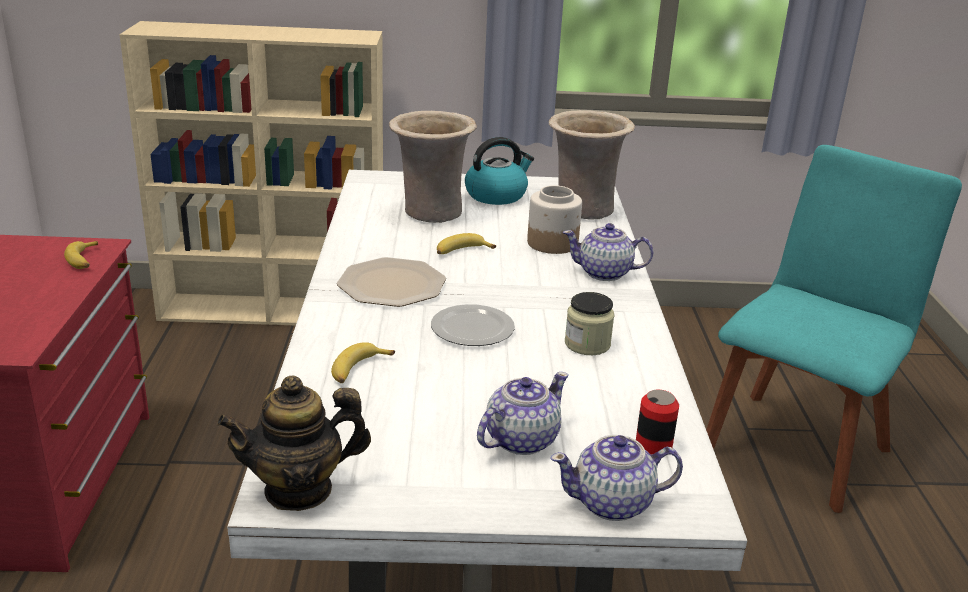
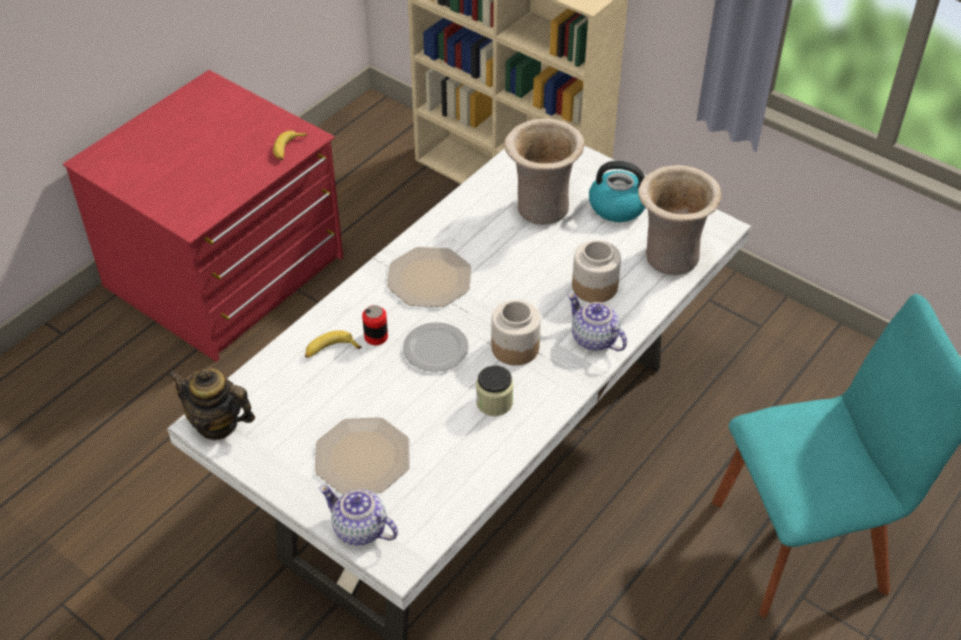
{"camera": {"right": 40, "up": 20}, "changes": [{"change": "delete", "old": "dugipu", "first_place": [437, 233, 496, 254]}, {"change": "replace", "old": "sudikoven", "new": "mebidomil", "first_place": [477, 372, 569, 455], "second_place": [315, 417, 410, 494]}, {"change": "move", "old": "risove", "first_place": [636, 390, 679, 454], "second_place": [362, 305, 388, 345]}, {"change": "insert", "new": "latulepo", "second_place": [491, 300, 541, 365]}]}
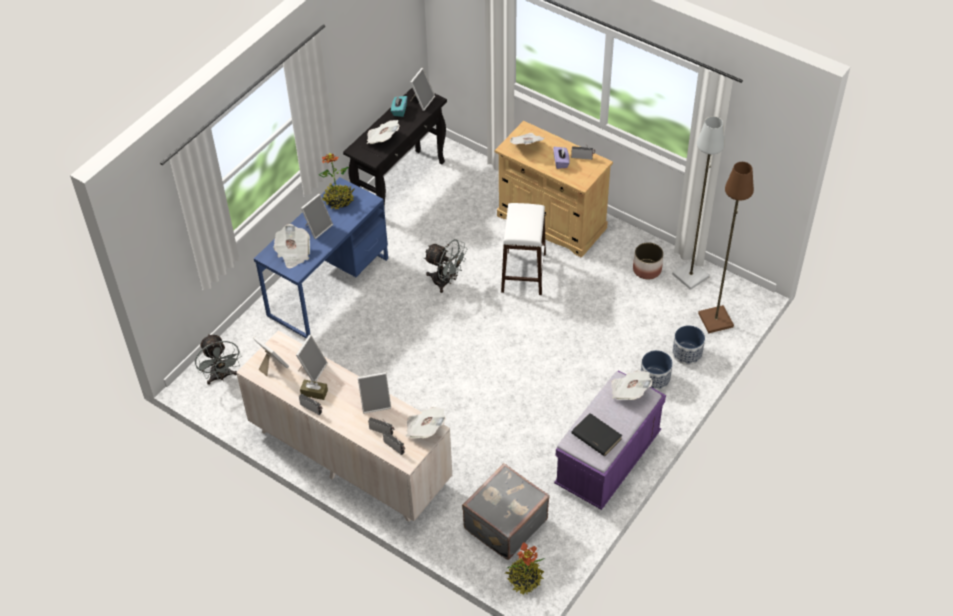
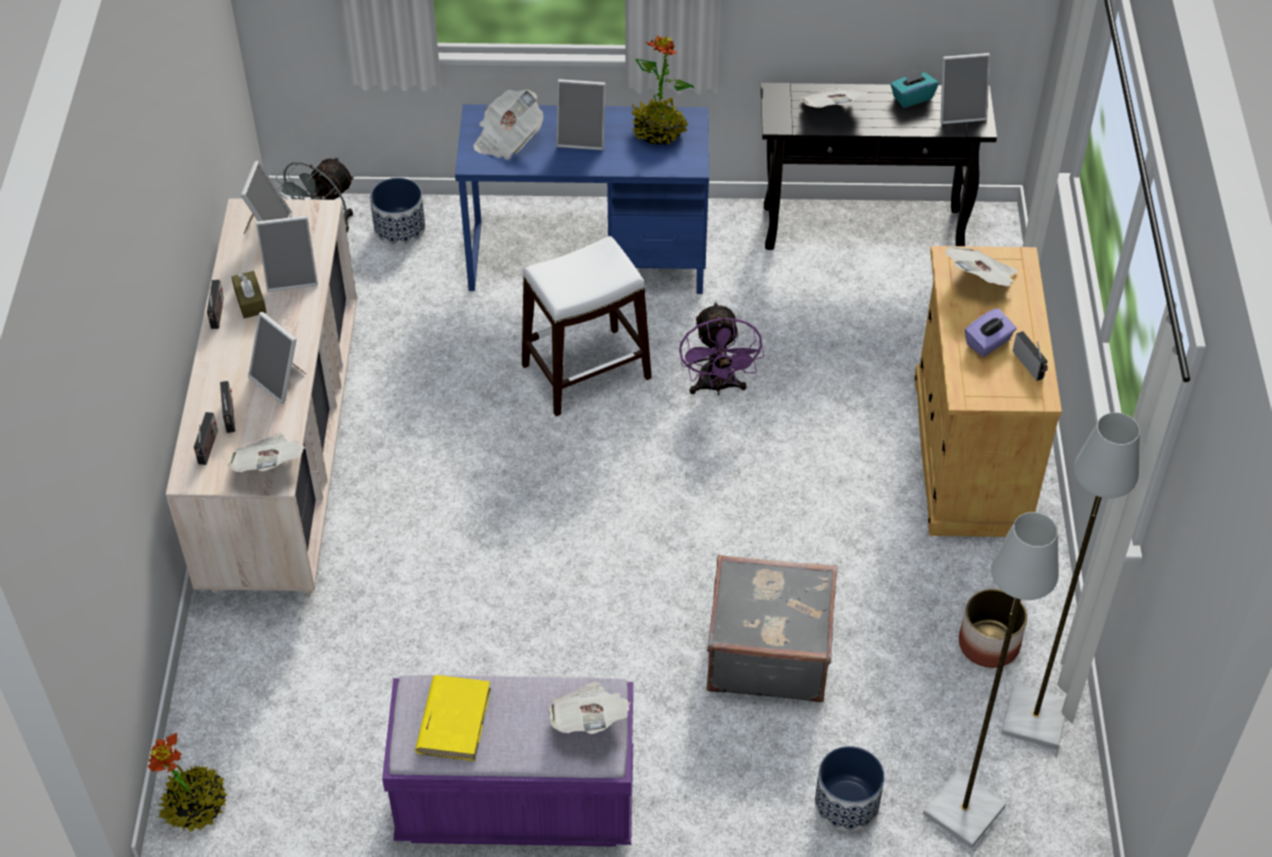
{"camera": {"right": 55, "up": 0}, "changes": [{"change": "recolor", "old": "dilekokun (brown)", "new": "dilekokun (grey)", "first_place": [698, 162, 754, 333], "second_place": [923, 512, 1059, 848]}, {"change": "move", "old": "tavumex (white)", "first_place": [501, 203, 546, 295], "second_place": [522, 236, 652, 416]}, {"change": "recolor", "old": "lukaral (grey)", "new": "lukaral (purple)", "first_place": [424, 239, 467, 293], "second_place": [679, 302, 764, 395]}, {"change": "move", "old": "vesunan", "first_place": [641, 350, 673, 390], "second_place": [370, 178, 425, 246]}, {"change": "recolor", "old": "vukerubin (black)", "new": "vukerubin (yellow)", "first_place": [571, 413, 622, 456], "second_place": [415, 675, 491, 761]}, {"change": "move", "old": "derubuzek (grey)", "first_place": [462, 463, 550, 560], "second_place": [707, 555, 837, 702]}]}
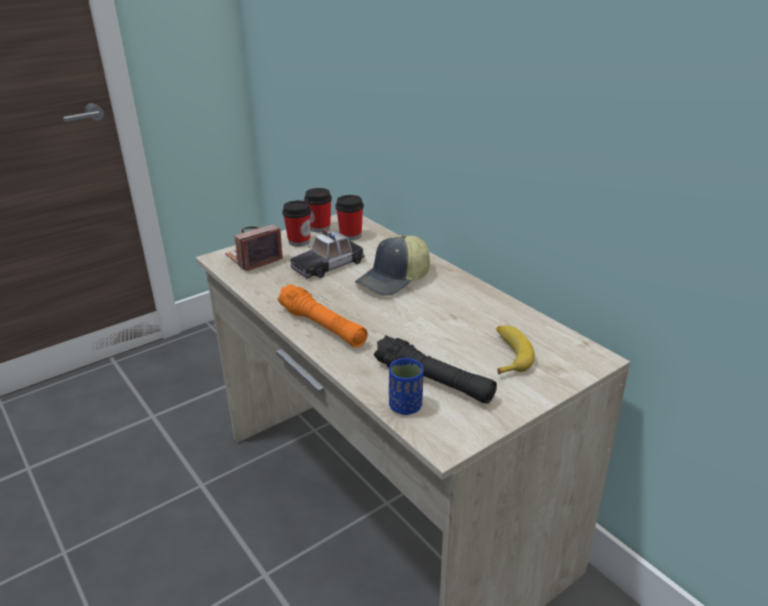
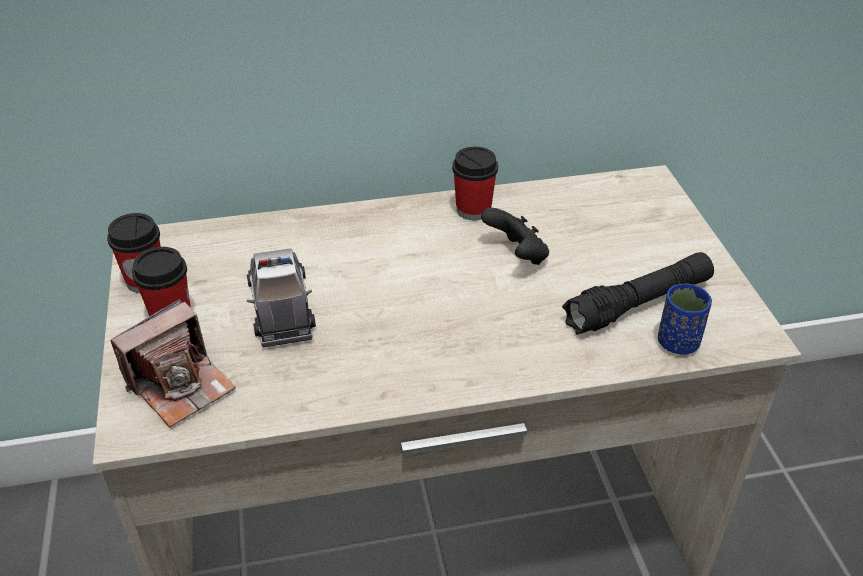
{"camera": {"right": -65, "up": 10}, "changes": [{"change": "move", "old": "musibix", "first_place": [335, 195, 364, 240], "second_place": [452, 146, 498, 221]}, {"change": "rotate", "old": "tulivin", "first_place": [225, 224, 283, 271], "second_place": [110, 299, 236, 427], "degrees": -120}, {"change": "delete", "old": "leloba", "first_place": [355, 235, 430, 296]}, {"change": "delete", "old": "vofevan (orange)", "first_place": [277, 284, 368, 348]}, {"change": "delete", "old": "dugipu", "first_place": [496, 326, 535, 375]}, {"change": "insert", "new": "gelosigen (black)", "second_place": [481, 208, 549, 265]}]}
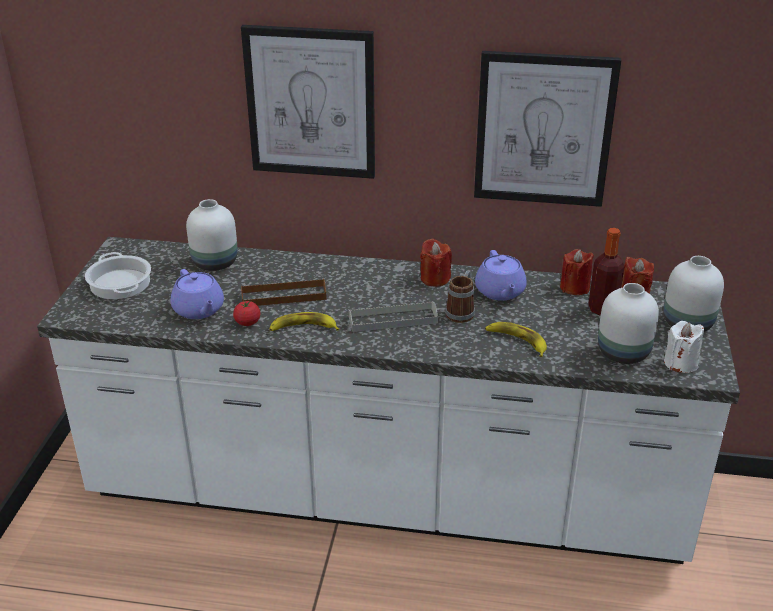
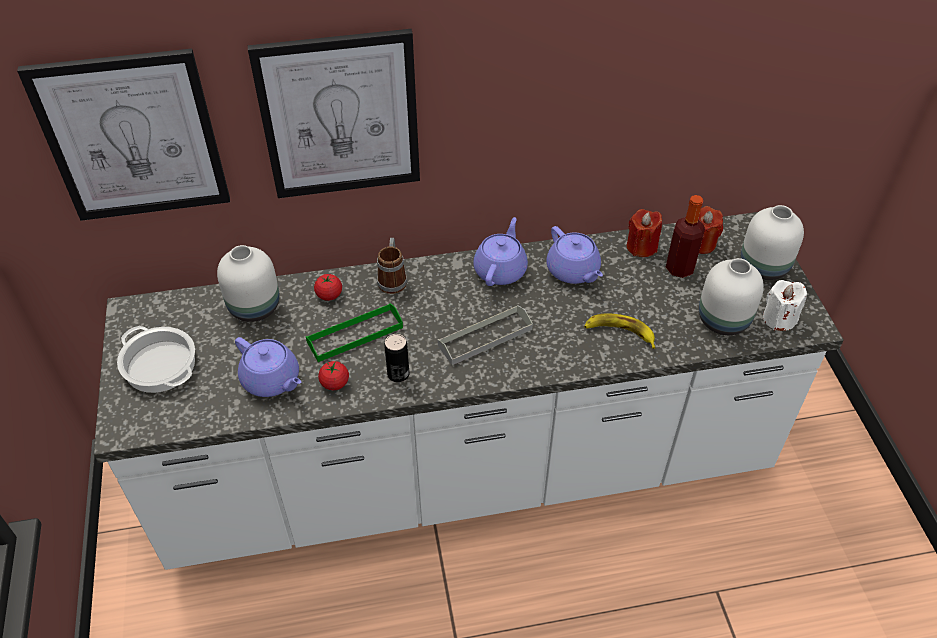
{"camera": {"right": -20, "up": 15}, "changes": [{"change": "move", "old": "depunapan", "first_place": [474, 51, 621, 207], "second_place": [17, 49, 230, 221]}, {"change": "replace", "old": "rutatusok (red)", "new": "sudikoven (purple)", "first_place": [420, 239, 452, 287], "second_place": [473, 217, 528, 286]}, {"change": "move", "old": "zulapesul", "first_place": [445, 270, 475, 323], "second_place": [377, 238, 407, 294]}, {"change": "recolor", "old": "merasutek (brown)", "new": "merasutek (green)", "first_place": [241, 279, 327, 306], "second_place": [306, 303, 403, 362]}, {"change": "replace", "old": "dugipu", "new": "risove", "first_place": [269, 312, 339, 331], "second_place": [384, 334, 409, 382]}, {"change": "insert", "new": "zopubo", "second_place": [314, 274, 342, 301]}]}
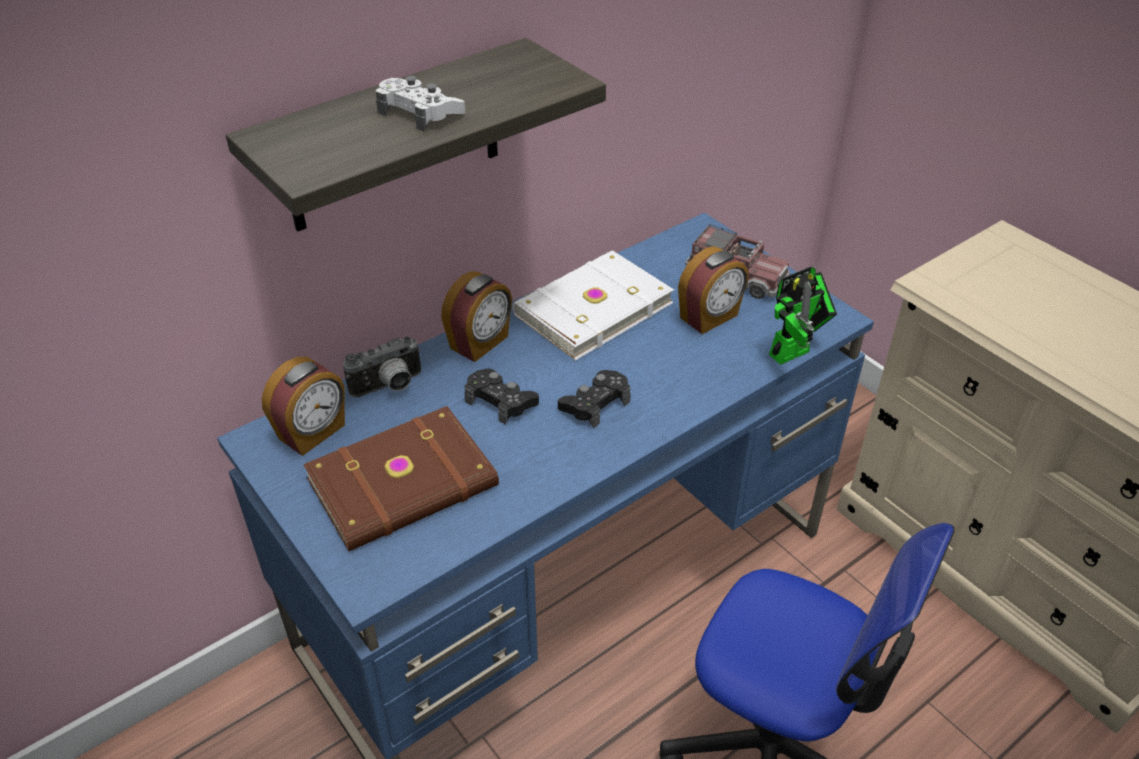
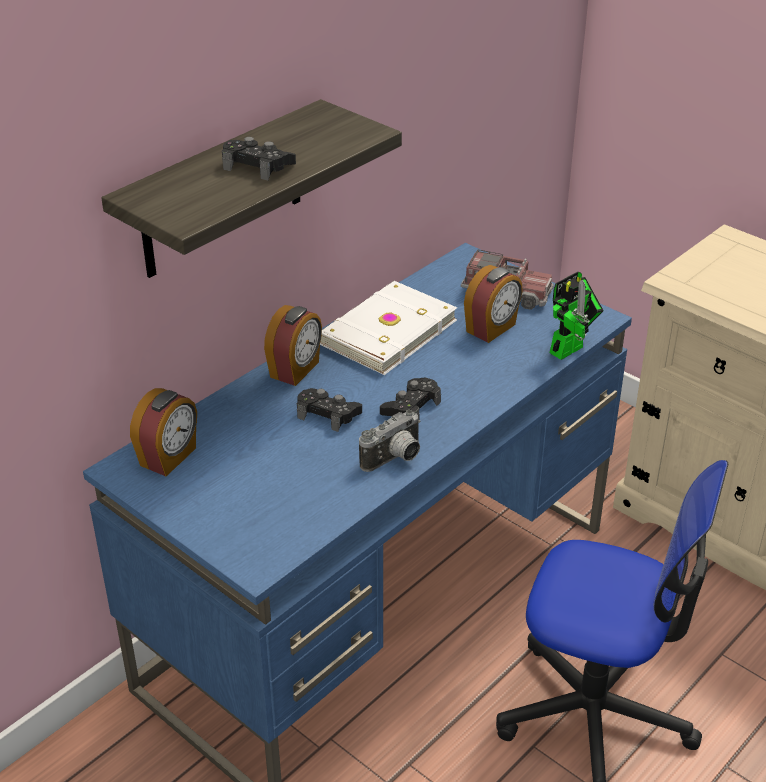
{"camera": {"right": -10, "up": -5}, "changes": [{"change": "recolor", "old": "gelosigen (white)", "new": "gelosigen (black)", "first_place": [376, 75, 465, 131], "second_place": [222, 137, 296, 180]}, {"change": "move", "old": "tulivin", "first_place": [343, 336, 421, 397], "second_place": [359, 410, 421, 472]}, {"change": "delete", "old": "vukerubin (brown)", "first_place": [304, 406, 499, 551]}]}
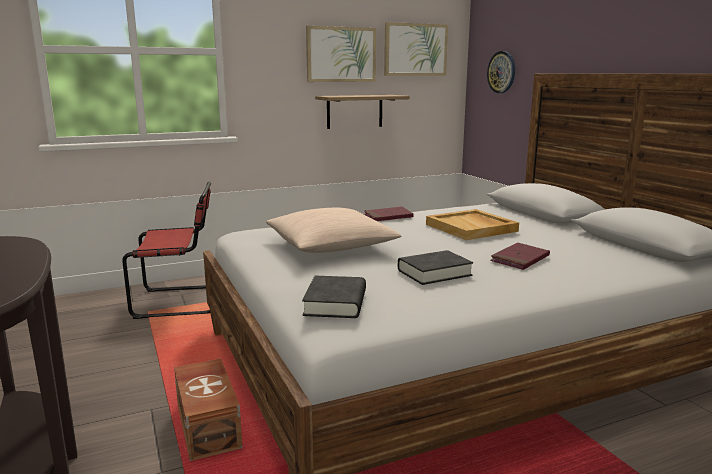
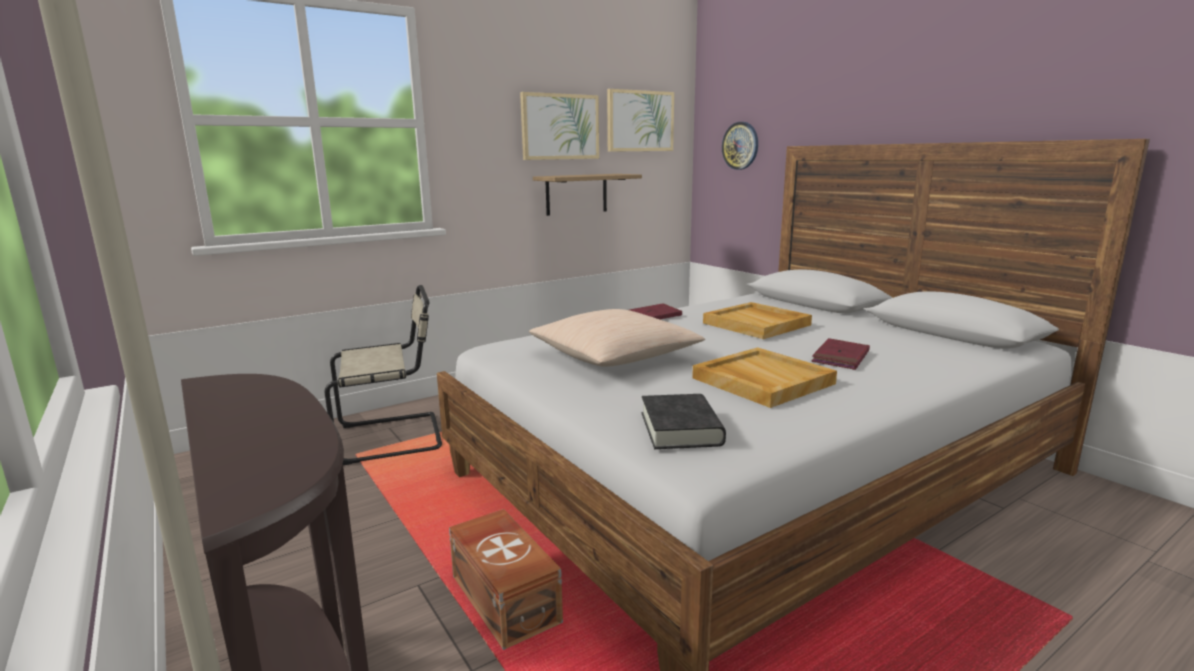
{"camera": {"right": -10, "up": 0}, "changes": [{"change": "recolor", "old": "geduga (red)", "new": "geduga (beige)", "first_place": [122, 182, 211, 319], "second_place": [325, 285, 442, 465]}, {"change": "replace", "old": "vukerubin (black)", "new": "merasutek (beige)", "first_place": [398, 250, 473, 285], "second_place": [692, 347, 837, 408]}]}
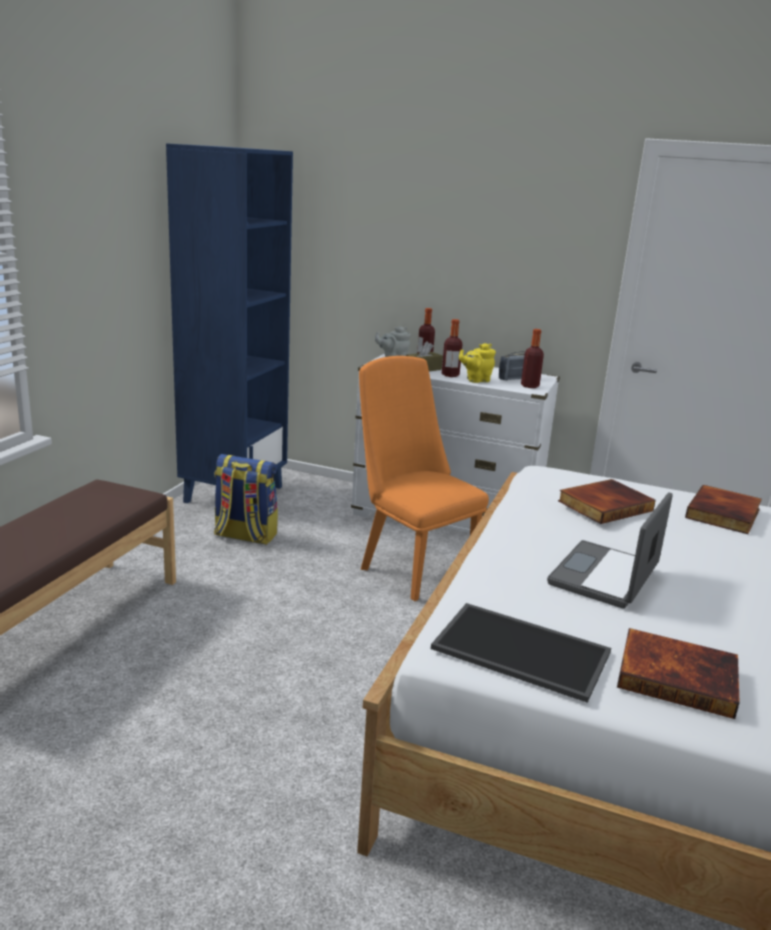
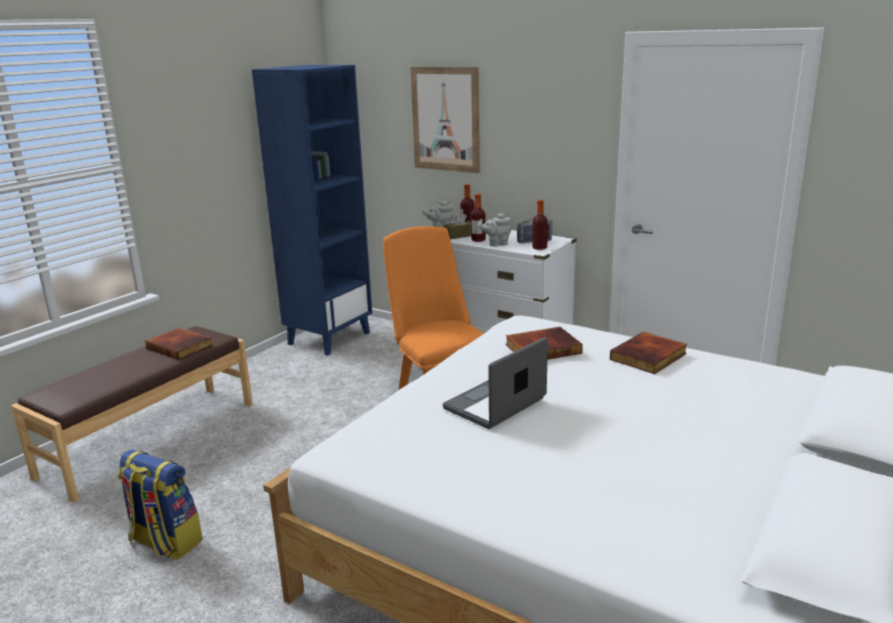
{"camera": {"right": 15, "up": 0}, "changes": [{"change": "recolor", "old": "sudikoven (yellow)", "new": "sudikoven (grey)", "first_place": [459, 343, 496, 383], "second_place": [478, 213, 512, 246]}, {"change": "move", "old": "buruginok", "first_place": [214, 454, 278, 545], "second_place": [118, 450, 203, 560]}, {"change": "delete", "old": "merasutek", "first_place": [431, 603, 611, 703]}, {"change": "move", "old": "vukerubin", "first_place": [617, 628, 739, 719], "second_place": [145, 328, 213, 360]}, {"change": "insert", "new": "depunapan", "second_place": [410, 67, 480, 173]}]}
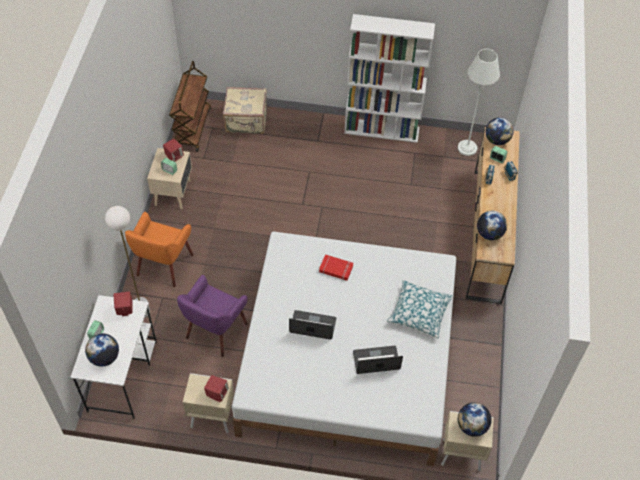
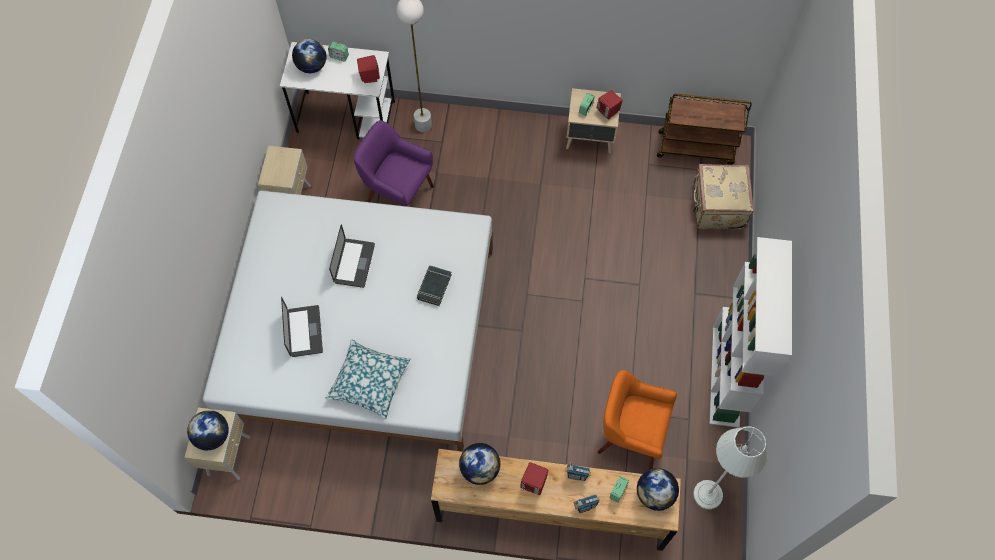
{"camera": {"right": 90, "up": 10}, "changes": [{"change": "move", "old": "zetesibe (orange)", "first_place": [125, 212, 193, 287], "second_place": [598, 370, 677, 470]}, {"change": "recolor", "old": "vukerubin (red)", "new": "vukerubin (black)", "first_place": [319, 254, 353, 281], "second_place": [417, 265, 452, 306]}, {"change": "move", "old": "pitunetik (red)", "first_place": [204, 375, 229, 402], "second_place": [520, 462, 548, 495]}]}
